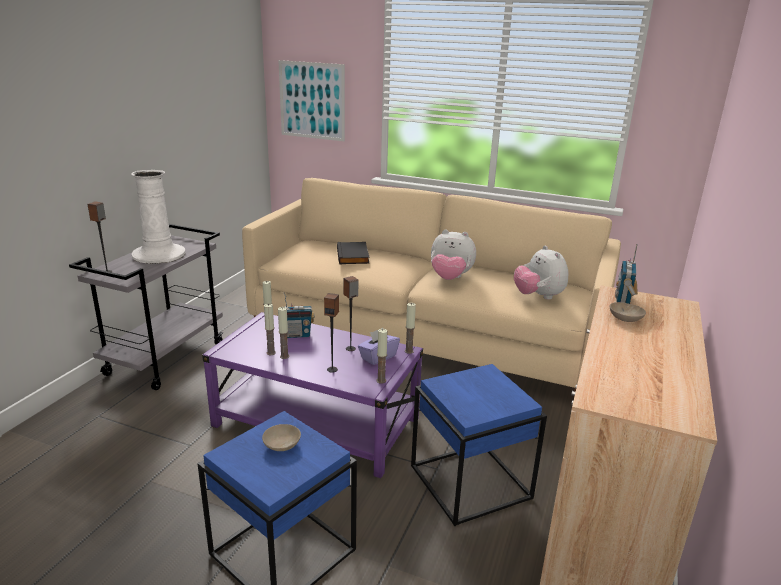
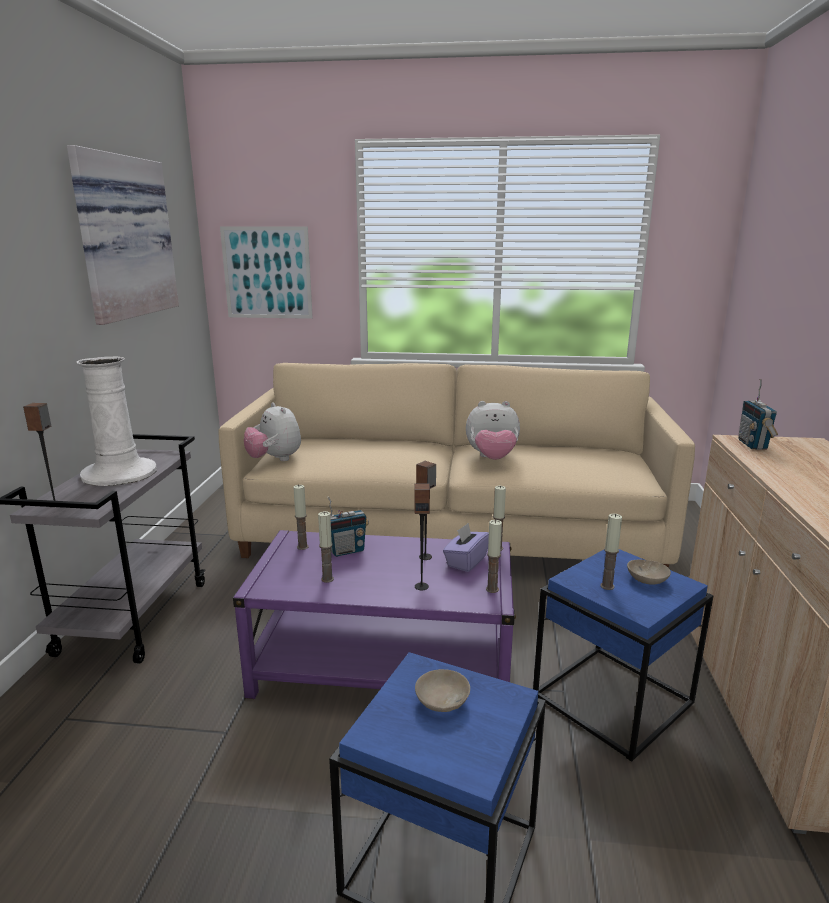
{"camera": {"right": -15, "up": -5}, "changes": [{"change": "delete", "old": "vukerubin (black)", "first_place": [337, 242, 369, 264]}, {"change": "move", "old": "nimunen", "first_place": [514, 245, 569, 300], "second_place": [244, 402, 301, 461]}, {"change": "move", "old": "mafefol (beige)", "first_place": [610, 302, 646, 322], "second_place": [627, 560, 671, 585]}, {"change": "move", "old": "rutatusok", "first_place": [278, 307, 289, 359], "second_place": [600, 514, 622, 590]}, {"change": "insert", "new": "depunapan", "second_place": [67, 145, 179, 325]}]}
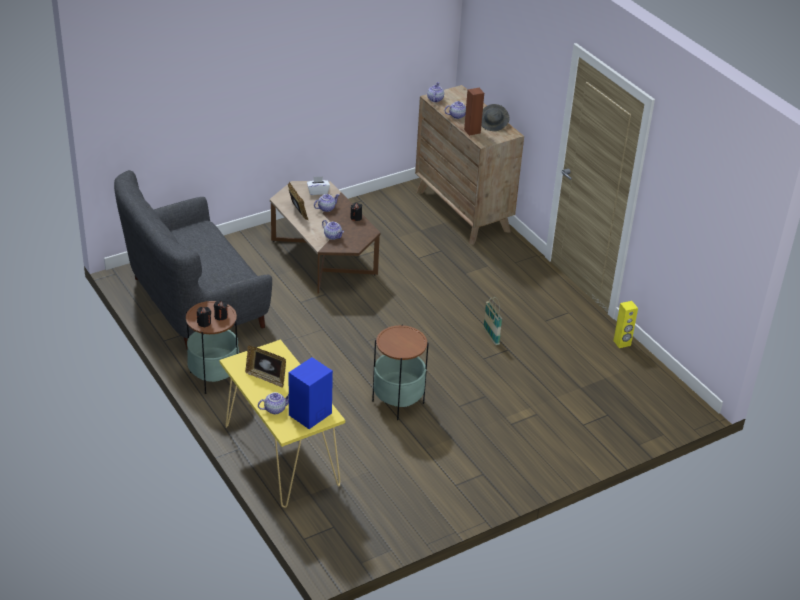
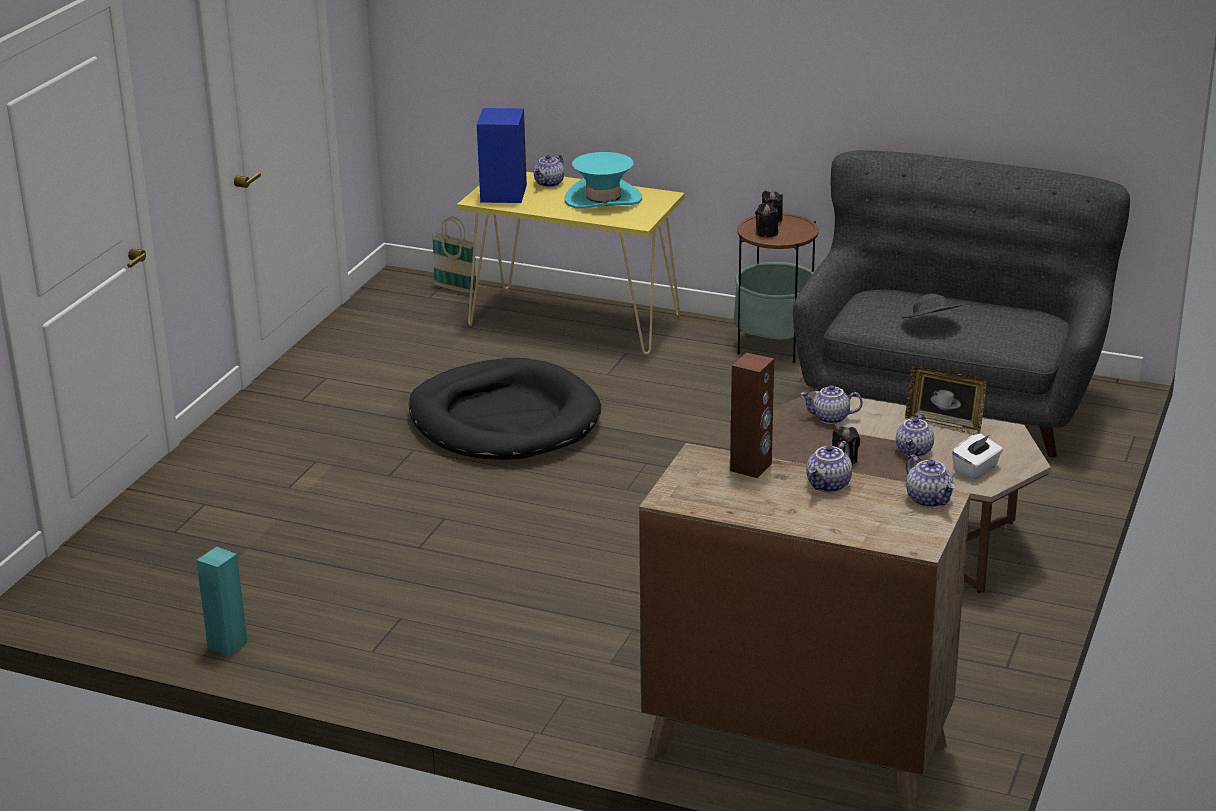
{"camera": {"right": 145, "up": -10}, "changes": [{"change": "move", "old": "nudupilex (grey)", "first_place": [481, 104, 509, 131], "second_place": [902, 294, 962, 319]}, {"change": "move", "old": "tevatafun", "first_place": [483, 297, 502, 345], "second_place": [432, 217, 478, 294]}, {"change": "recolor", "old": "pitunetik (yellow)", "new": "pitunetik (turquoise)", "first_place": [613, 301, 638, 348], "second_place": [196, 546, 247, 656]}, {"change": "replace", "old": "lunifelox", "new": "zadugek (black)", "first_place": [372, 324, 429, 420], "second_place": [409, 358, 601, 460]}, {"change": "replace", "old": "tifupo", "new": "nudupilex (turquoise)", "first_place": [245, 346, 286, 388], "second_place": [565, 152, 642, 209]}]}
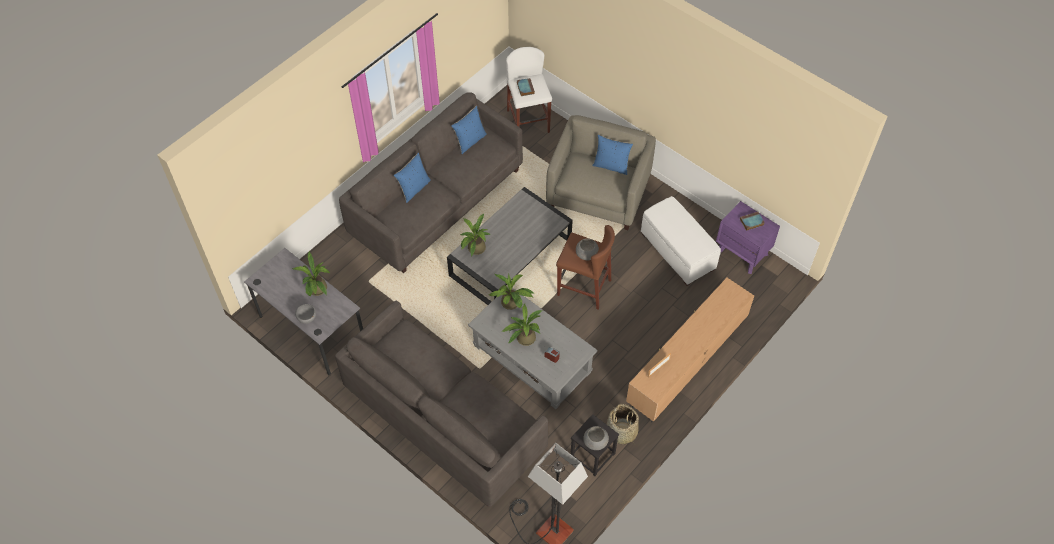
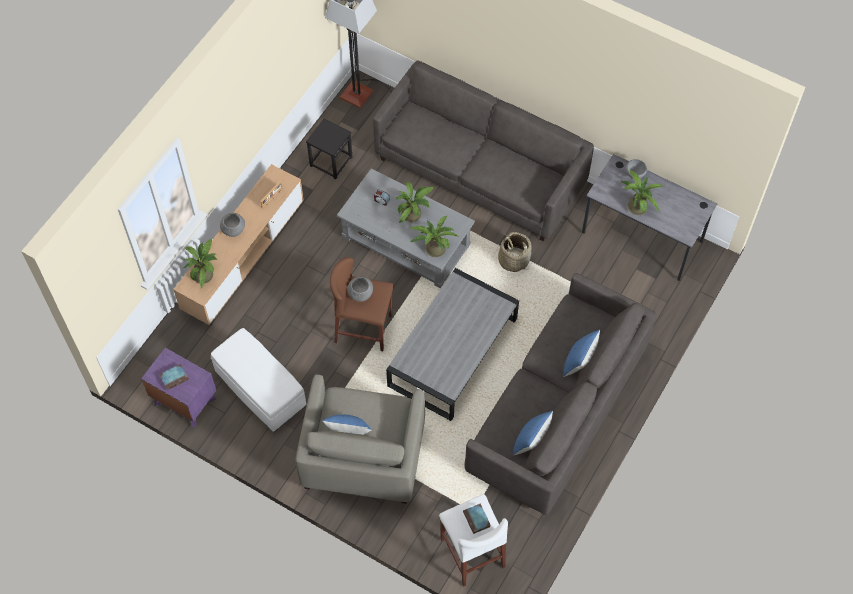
{"camera": {"right": 170, "up": 5}, "changes": [{"change": "move", "old": "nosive", "first_place": [460, 214, 491, 256], "second_place": [184, 238, 217, 288]}, {"change": "move", "old": "tevatafun", "first_place": [607, 404, 639, 444], "second_place": [498, 232, 531, 272]}, {"change": "move", "old": "mafefol (grey)", "first_place": [583, 426, 609, 450], "second_place": [220, 213, 245, 237]}]}
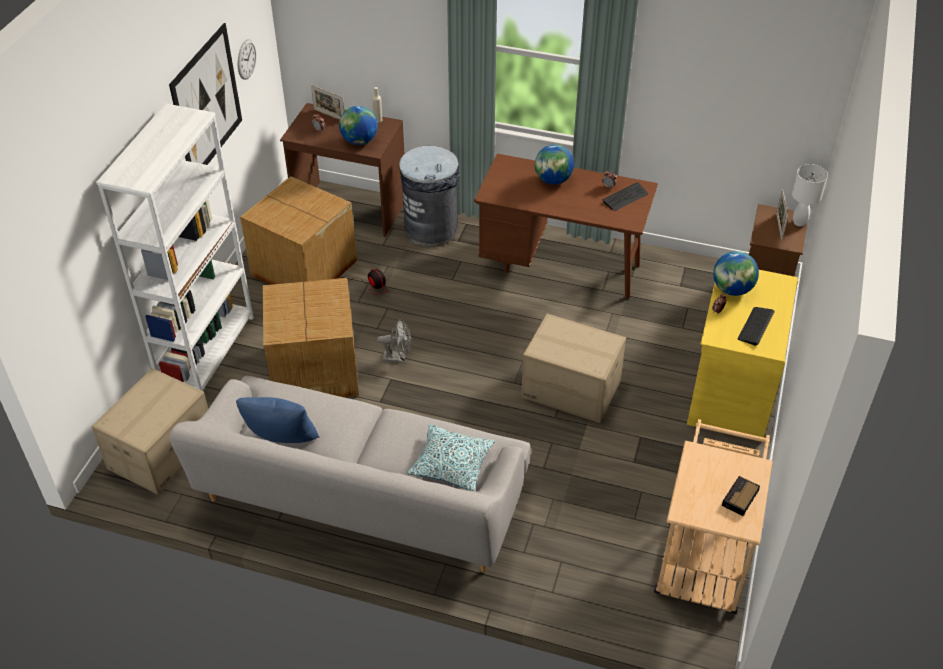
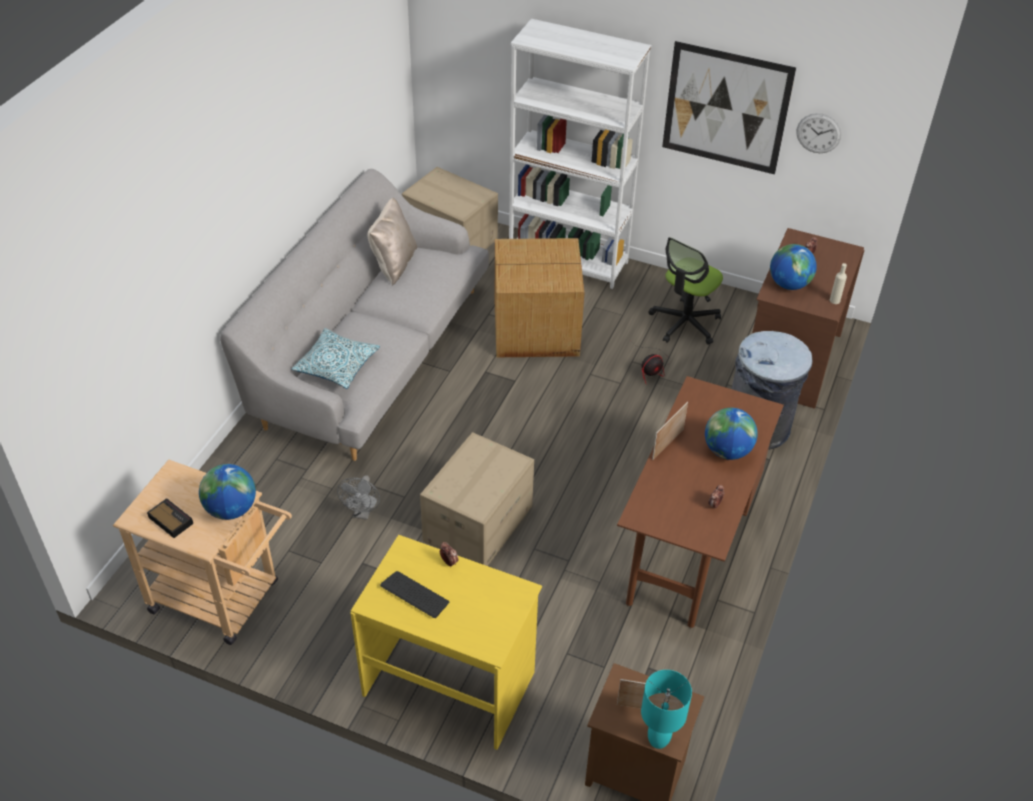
{"camera": {"right": 95, "up": 0}, "changes": [{"change": "move", "old": "tifupo", "first_place": [311, 85, 344, 120], "second_place": [652, 402, 688, 460]}, {"change": "recolor", "old": "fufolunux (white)", "new": "fufolunux (turquoise)", "first_place": [792, 164, 828, 226], "second_place": [641, 670, 692, 749]}, {"change": "replace", "old": "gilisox", "new": "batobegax", "first_place": [240, 176, 357, 285], "second_place": [649, 237, 723, 345]}, {"change": "delete", "old": "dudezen", "first_place": [602, 182, 648, 211]}, {"change": "move", "old": "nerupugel", "first_place": [713, 251, 759, 296], "second_place": [199, 464, 256, 520]}, {"change": "move", "old": "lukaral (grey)", "first_place": [377, 320, 411, 363], "second_place": [337, 475, 380, 520]}, {"change": "recolor", "old": "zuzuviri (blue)", "new": "zuzuviri (beige)", "first_place": [236, 397, 320, 443], "second_place": [367, 198, 418, 286]}]}
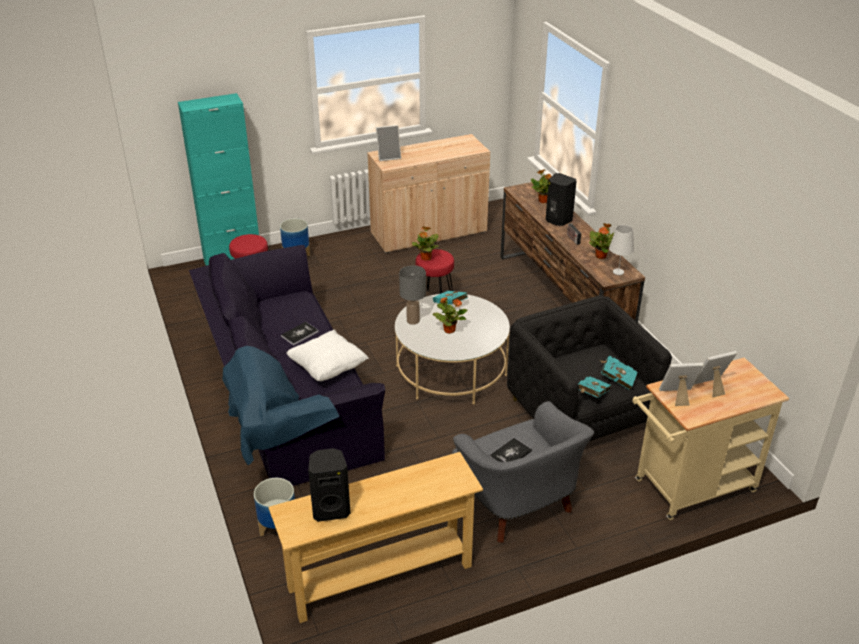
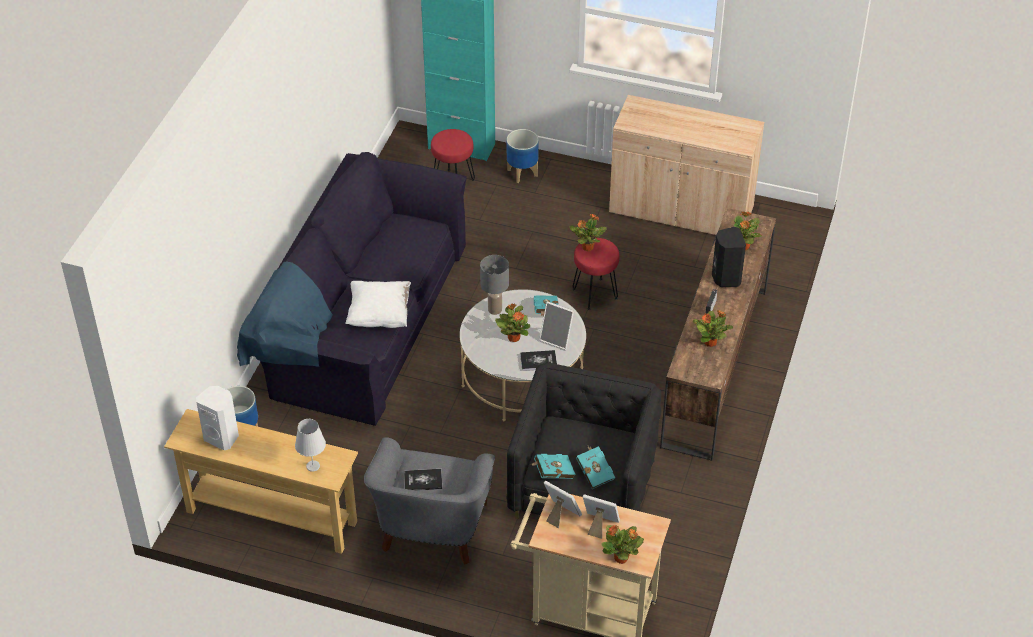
{"camera": {"right": 40, "up": 10}, "changes": [{"change": "move", "old": "tifupo", "first_place": [376, 125, 401, 161], "second_place": [539, 301, 574, 350]}, {"change": "move", "old": "fufolunux (white)", "first_place": [609, 225, 634, 275], "second_place": [295, 419, 326, 472]}, {"change": "move", "old": "vukerubin", "first_place": [281, 322, 319, 345], "second_place": [520, 350, 557, 371]}, {"change": "recolor", "old": "pitunetik (black)", "new": "pitunetik (white)", "first_place": [308, 448, 351, 522], "second_place": [196, 386, 239, 450]}, {"change": "insert", "new": "nosive", "second_place": [601, 525, 644, 564]}]}
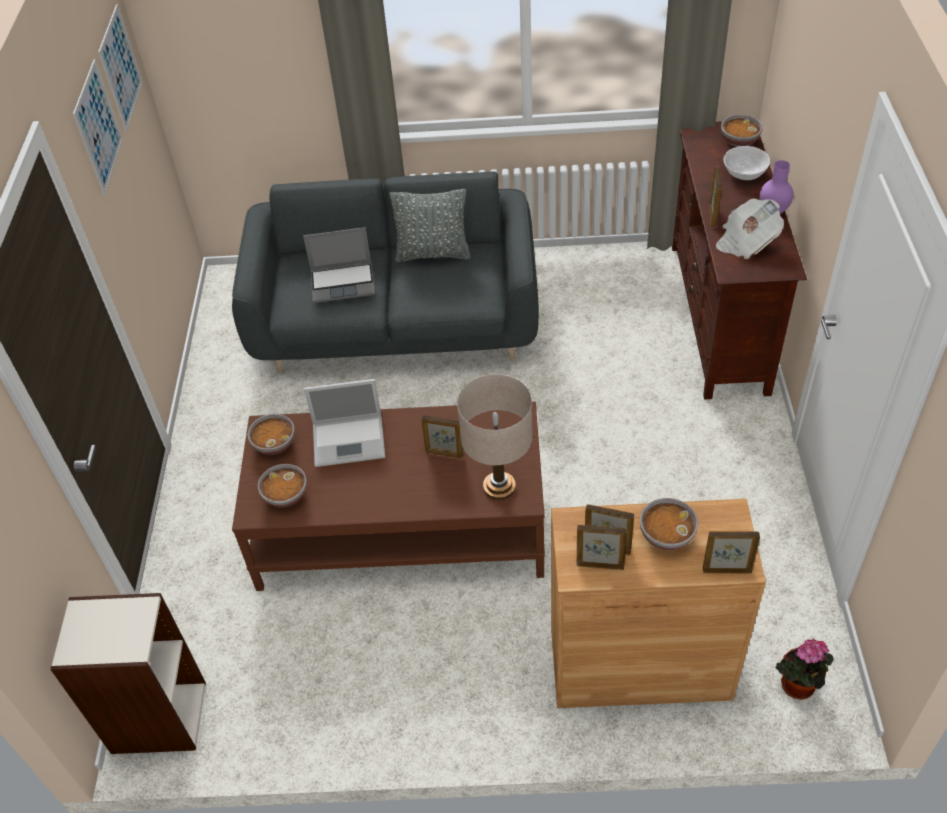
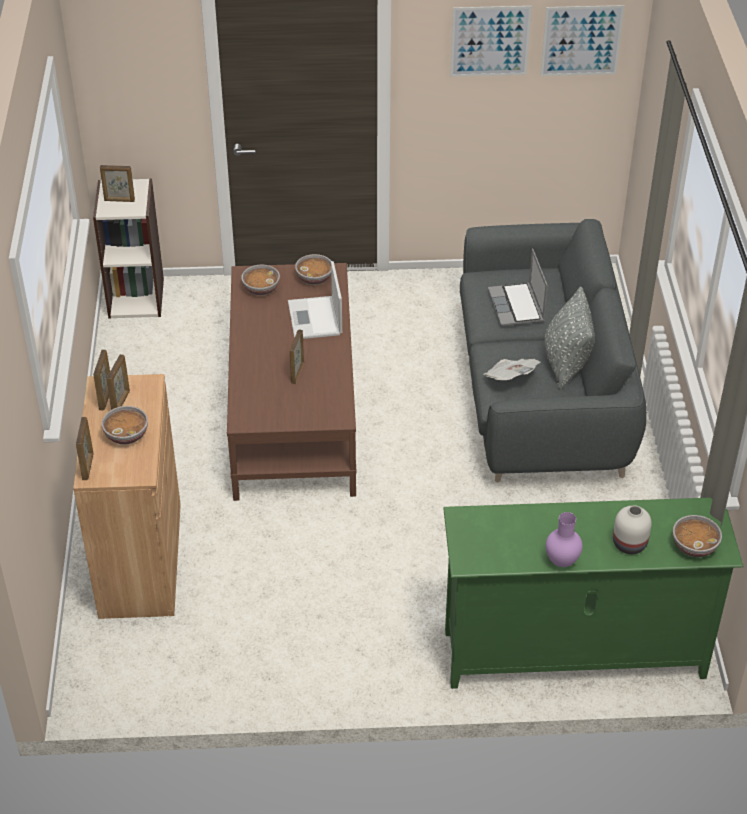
{"camera": {"right": 85, "up": -5}, "changes": [{"change": "recolor", "old": "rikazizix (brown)", "new": "rikazizix (green)", "first_place": [672, 121, 807, 399], "second_place": [443, 498, 744, 689]}, {"change": "replace", "old": "mafefol (white)", "new": "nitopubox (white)", "first_place": [724, 146, 770, 180], "second_place": [613, 505, 652, 554]}, {"change": "move", "old": "tifupo", "first_place": [709, 166, 722, 227], "second_place": [100, 165, 135, 202]}, {"change": "move", "old": "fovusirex", "first_place": [716, 198, 784, 259], "second_place": [483, 359, 541, 380]}, {"change": "delete", "old": "fufolunux (beige)", "first_place": [457, 374, 533, 500]}, {"change": "delete", "old": "nosive", "first_place": [775, 639, 834, 700]}]}
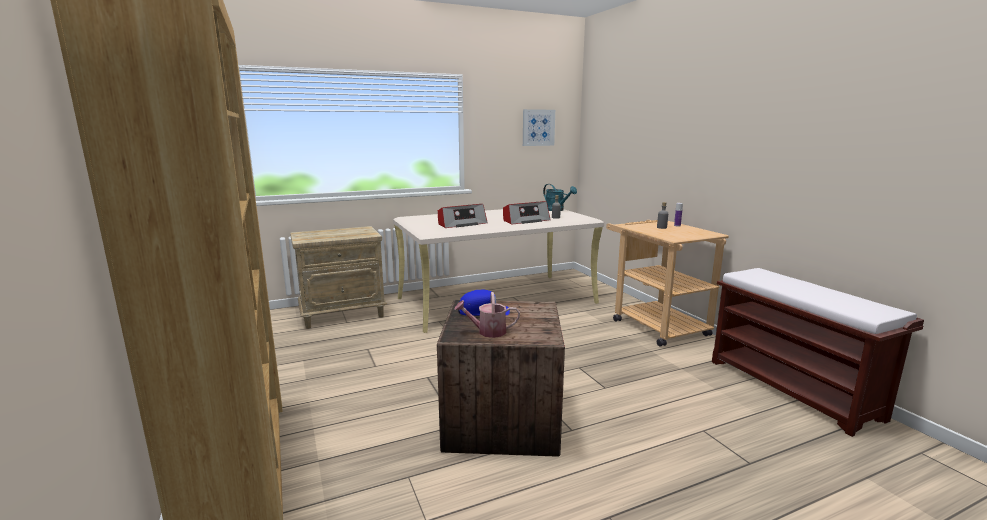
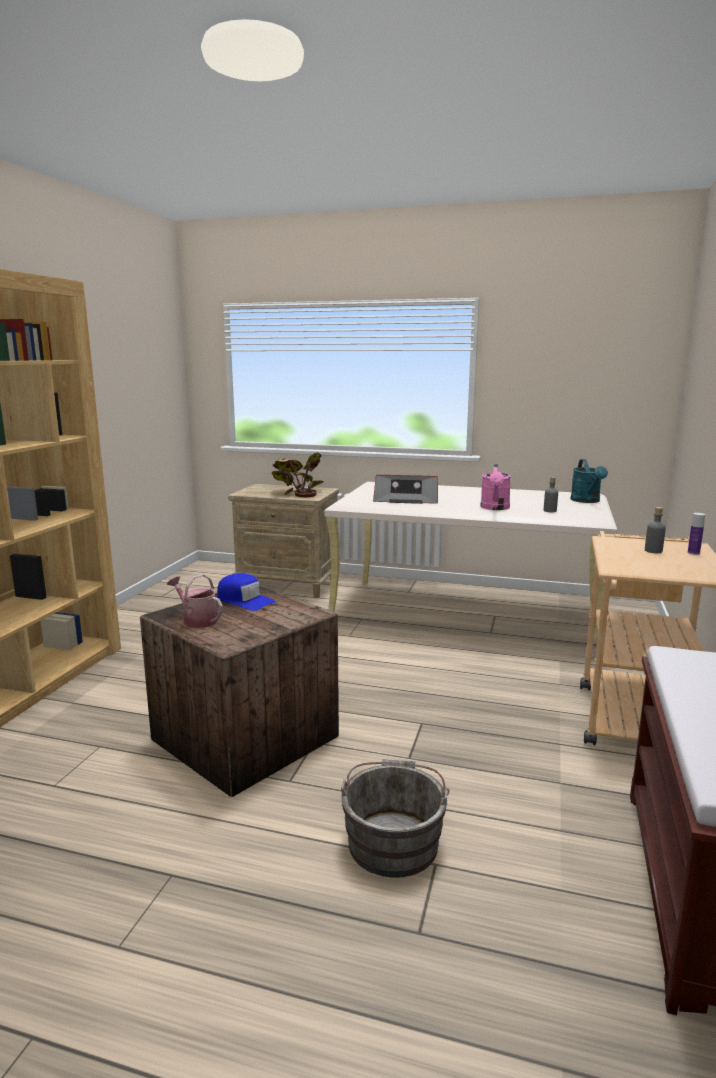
{"camera": {"right": 40, "up": 0}, "changes": [{"change": "delete", "old": "depunapan", "first_place": [523, 109, 555, 146]}, {"change": "replace", "old": "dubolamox", "new": "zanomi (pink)", "first_place": [503, 201, 551, 224], "second_place": [480, 464, 511, 510]}, {"change": "insert", "new": "nosive", "second_place": [271, 452, 323, 497]}, {"change": "insert", "new": "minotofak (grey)", "second_place": [341, 759, 450, 878]}]}
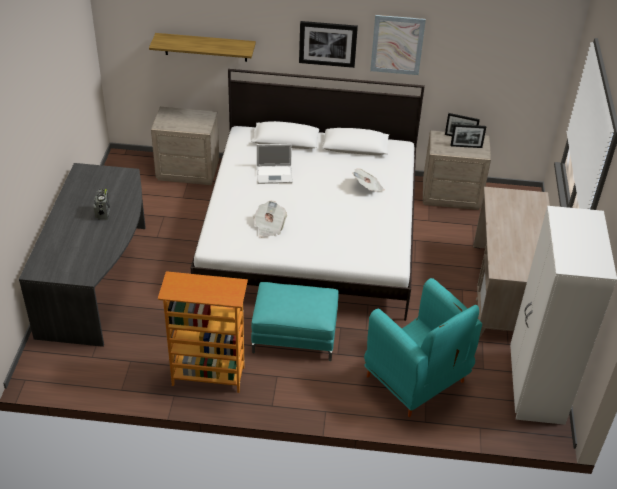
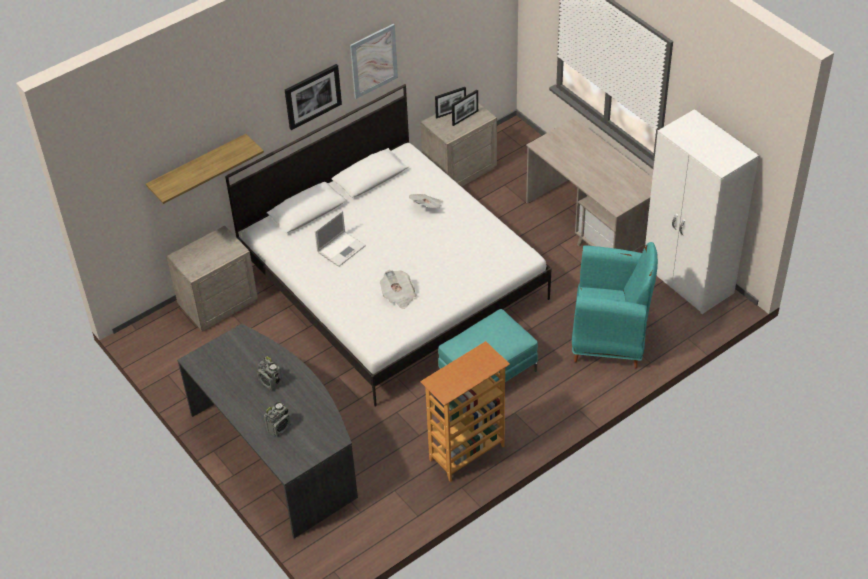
{"camera": {"right": -40, "up": 5}, "changes": [{"change": "insert", "new": "dubolamox", "second_place": [264, 402, 291, 437]}]}
